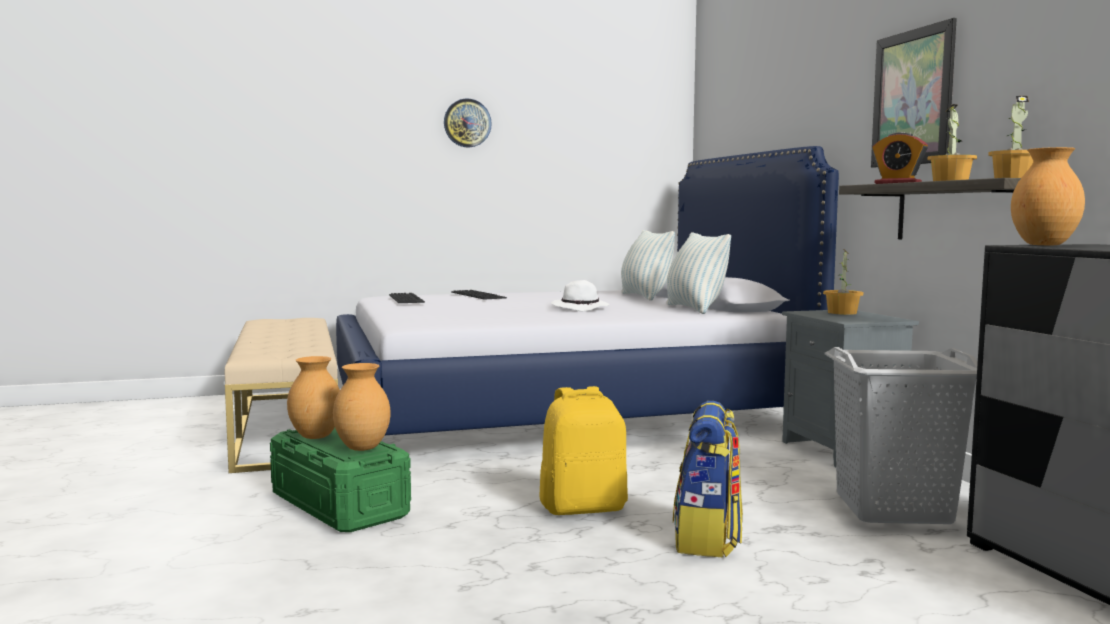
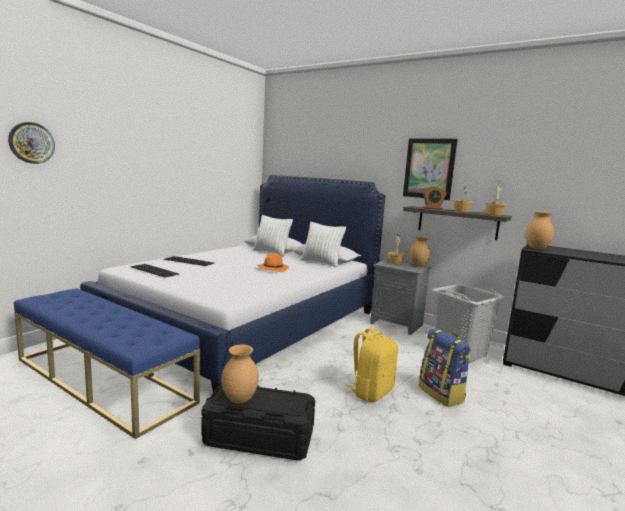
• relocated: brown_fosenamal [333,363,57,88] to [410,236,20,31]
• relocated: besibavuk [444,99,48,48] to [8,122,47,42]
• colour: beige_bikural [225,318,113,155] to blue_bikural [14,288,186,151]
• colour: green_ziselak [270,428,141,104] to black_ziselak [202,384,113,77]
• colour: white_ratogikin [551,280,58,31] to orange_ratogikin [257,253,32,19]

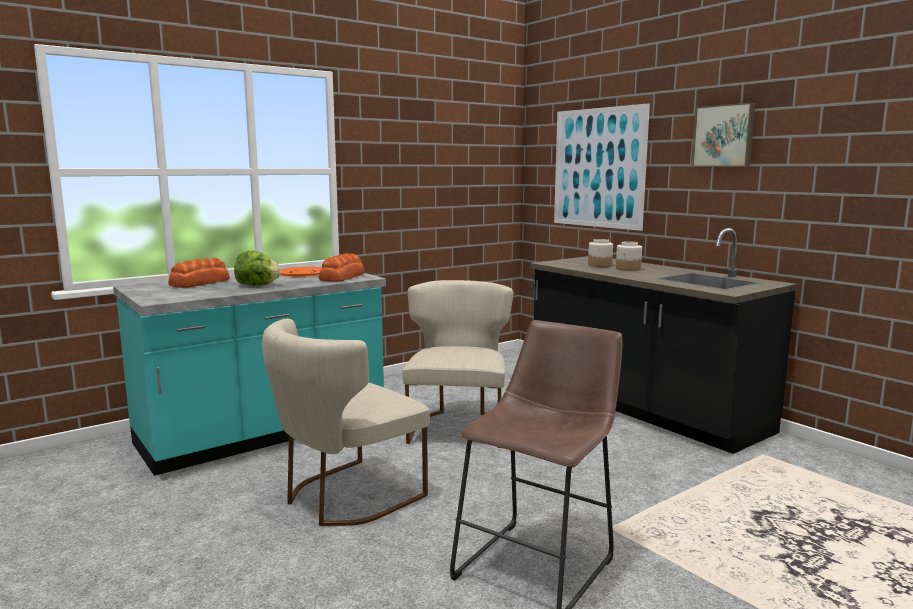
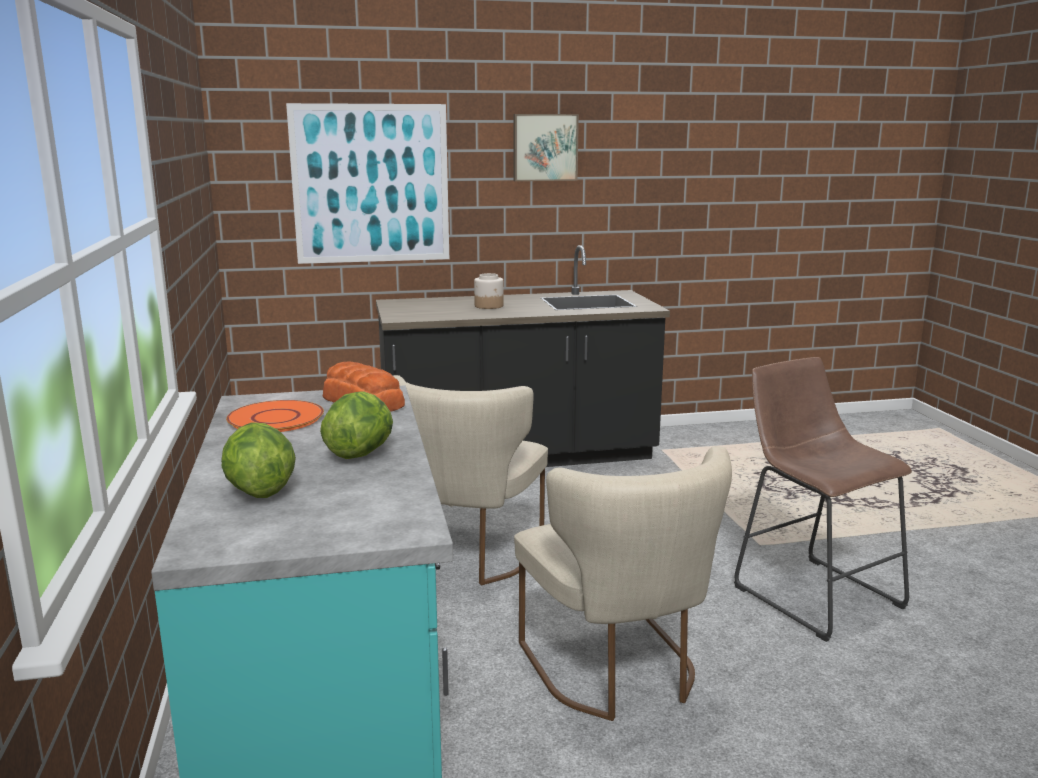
• missing: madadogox [588,239,25,28]
• exchanged: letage [168,258,62,30] to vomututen [221,422,75,76]
• spun: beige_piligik [402,280,111,168] = [393,375,155,210] 105 degrees counterclockwise

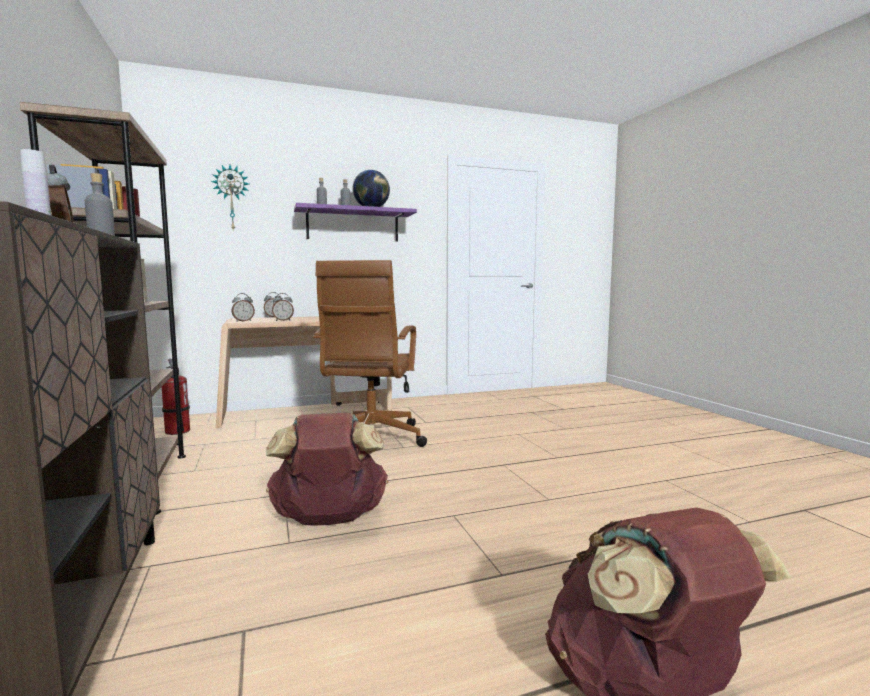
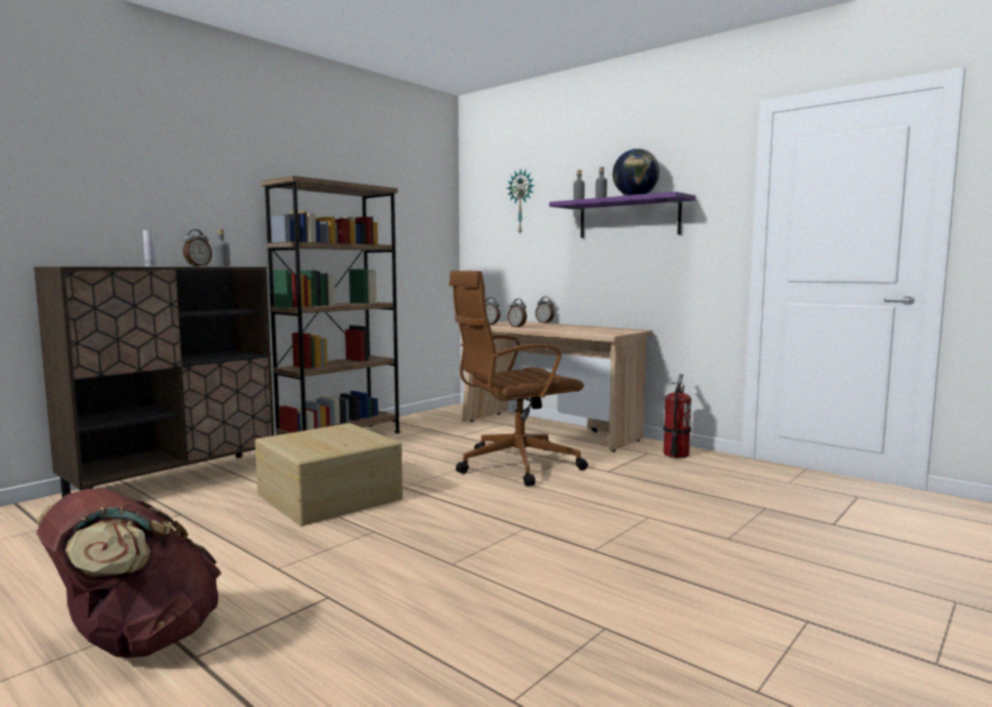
• relocated: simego [162,359,28,76] to [663,374,28,84]
• exchanged: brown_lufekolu [266,413,122,113] to beige_ziselak [255,423,148,103]

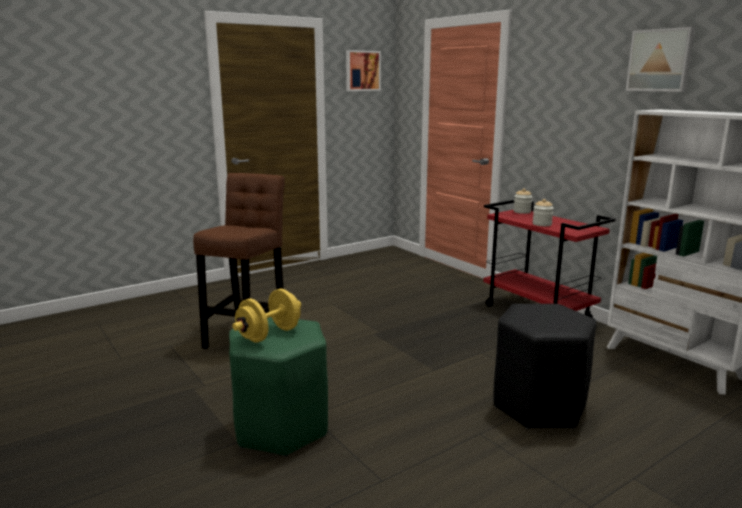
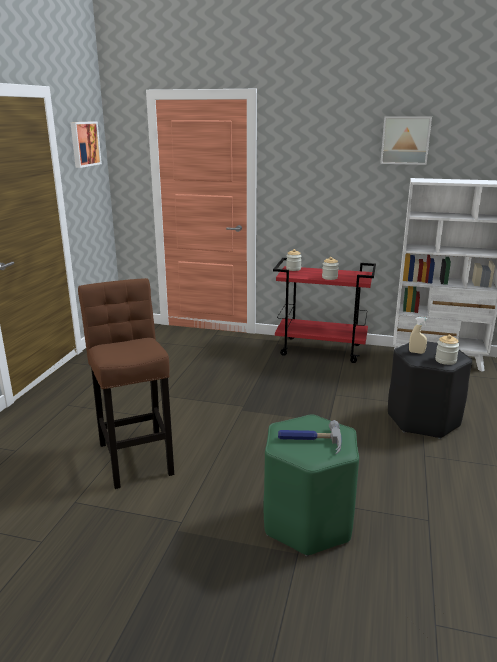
• appeared: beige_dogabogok [409,317,19,37]
• appeared: madadogox [435,335,24,30]
• exchanged: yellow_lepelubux [232,289,69,54] to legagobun [278,420,64,34]

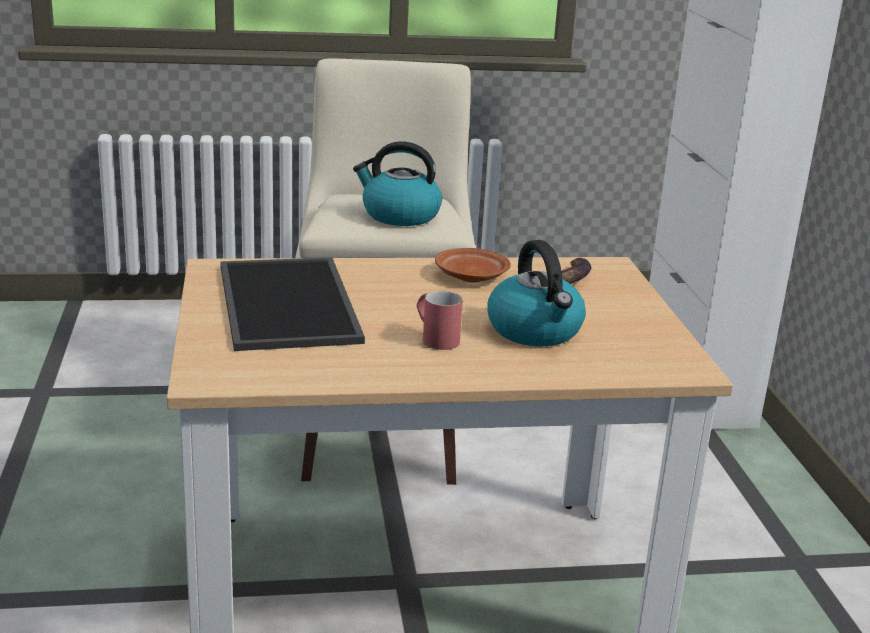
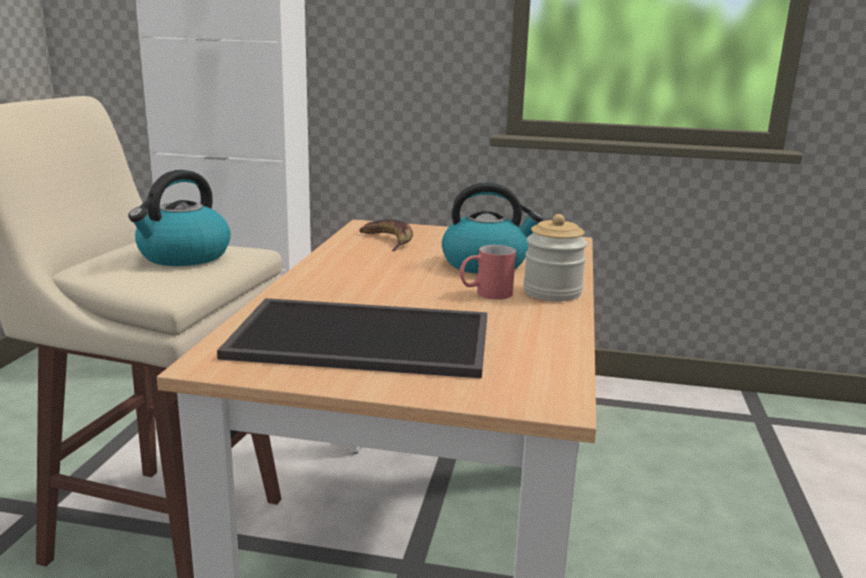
• missing: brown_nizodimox [435,248,76,34]
• appeared: madadogox [523,214,64,87]

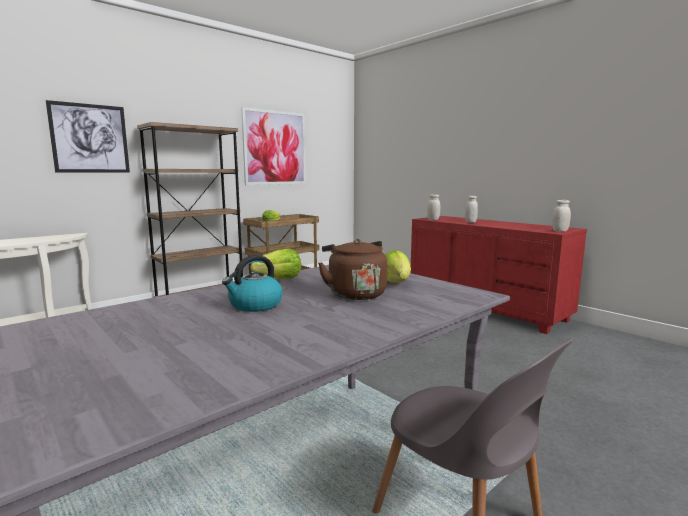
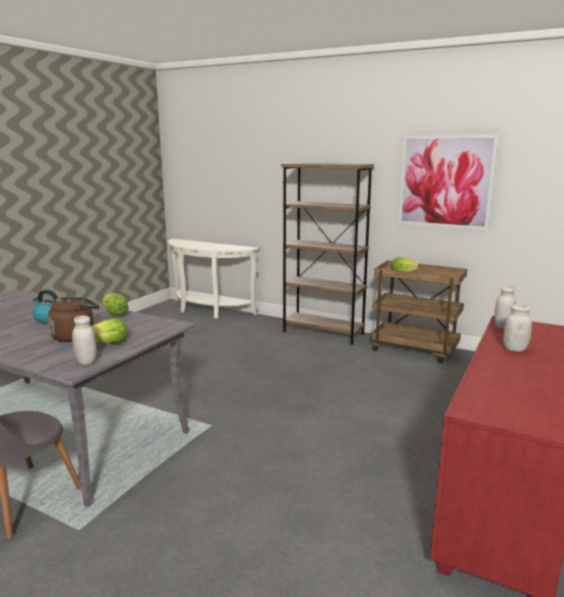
• missing: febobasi [46,100,84,72]
• relocated: white_madadogox [552,200,19,32] to [72,315,25,50]

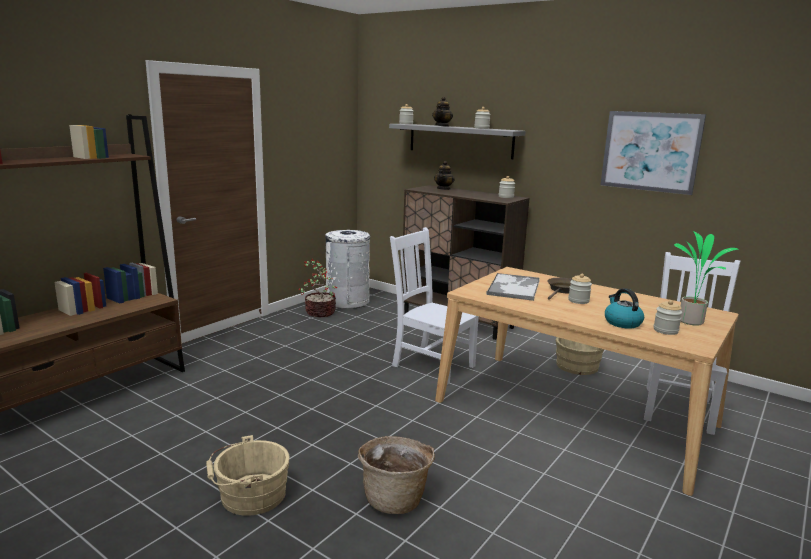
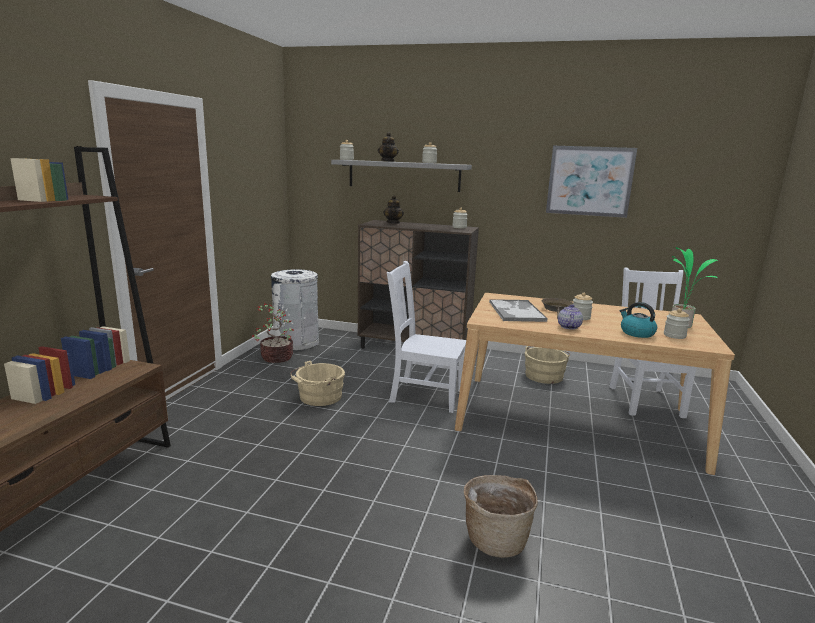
• appeared: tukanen [558,304,25,26]
• relocated: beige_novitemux [206,435,84,81] to [290,361,55,45]

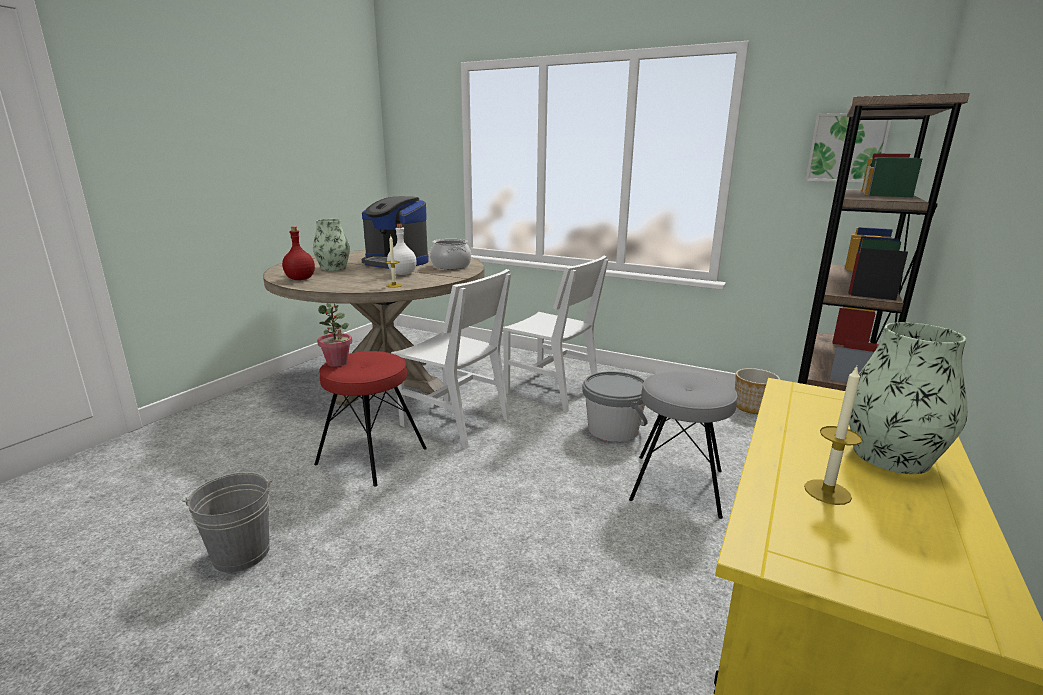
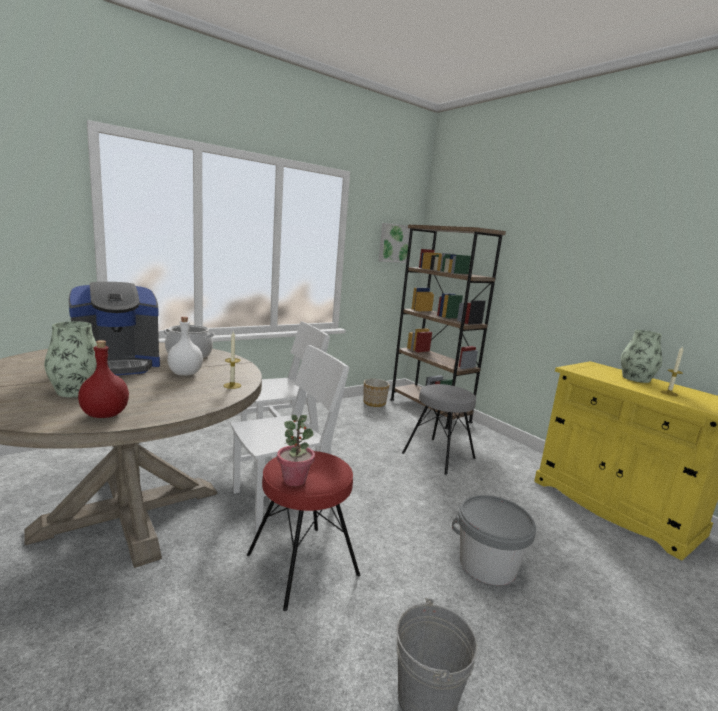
• relocated: grey_novitemux [582,371,66,71] to [452,495,84,90]

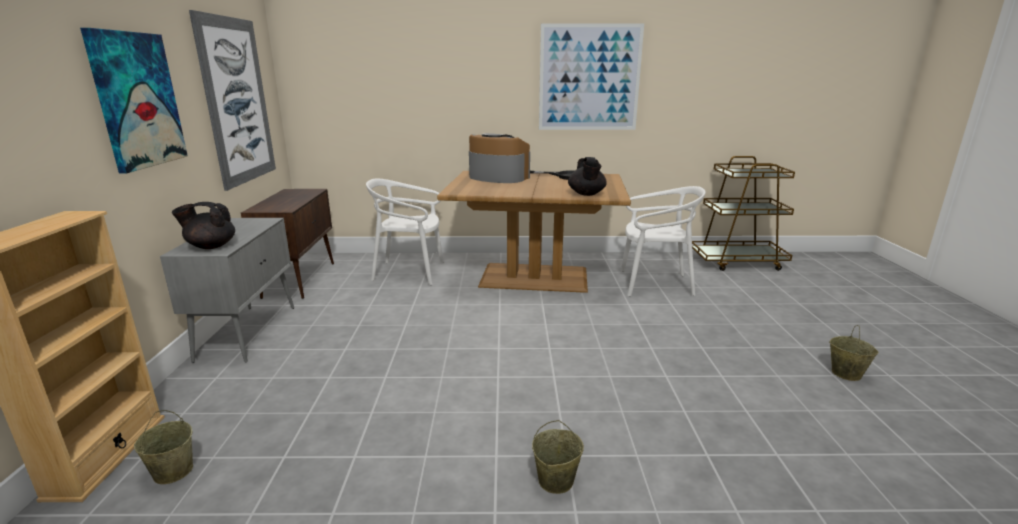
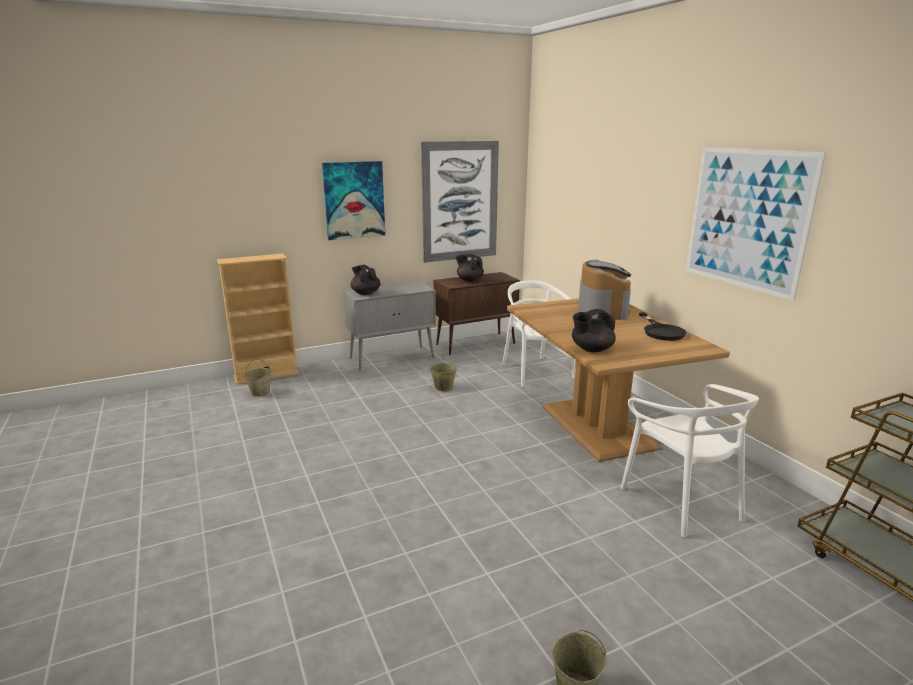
• appeared: black_tukanen [456,254,28,28]
• relocated: beige_novitemux [532,420,52,74] to [430,355,27,36]

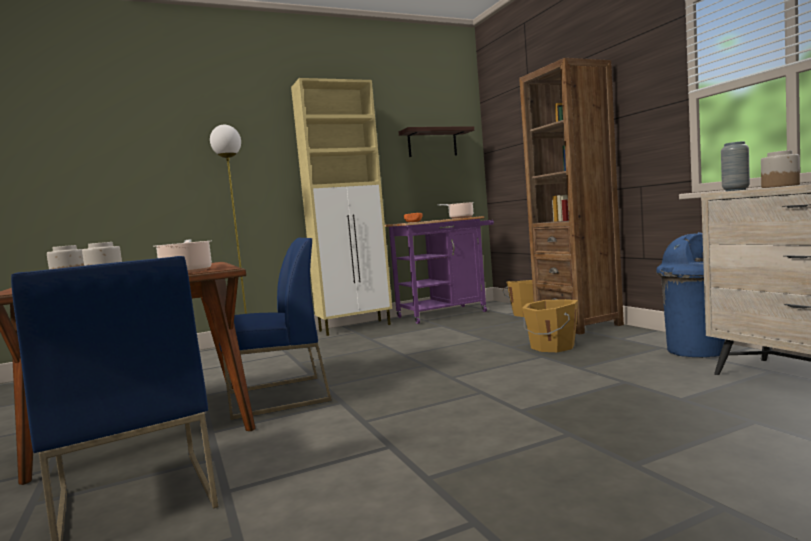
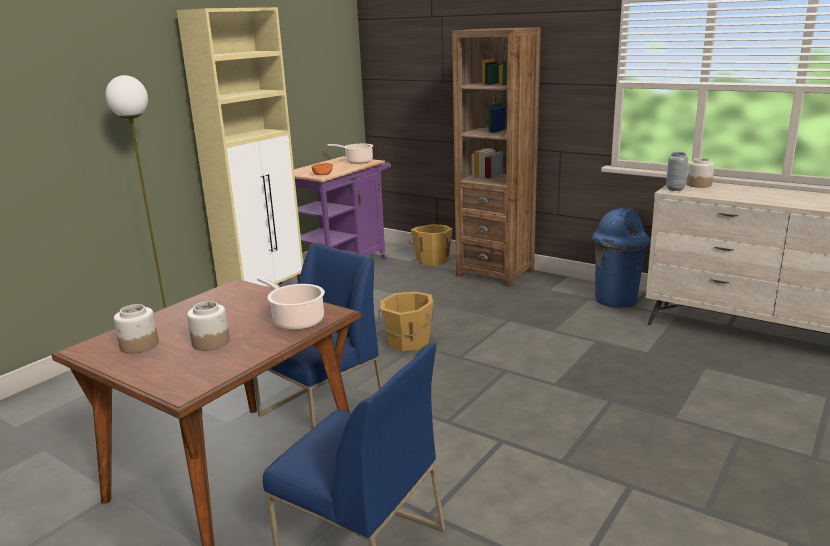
• missing: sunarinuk [399,126,75,31]
• relocated: orange_novitemux [522,299,56,53] to [378,292,55,59]

